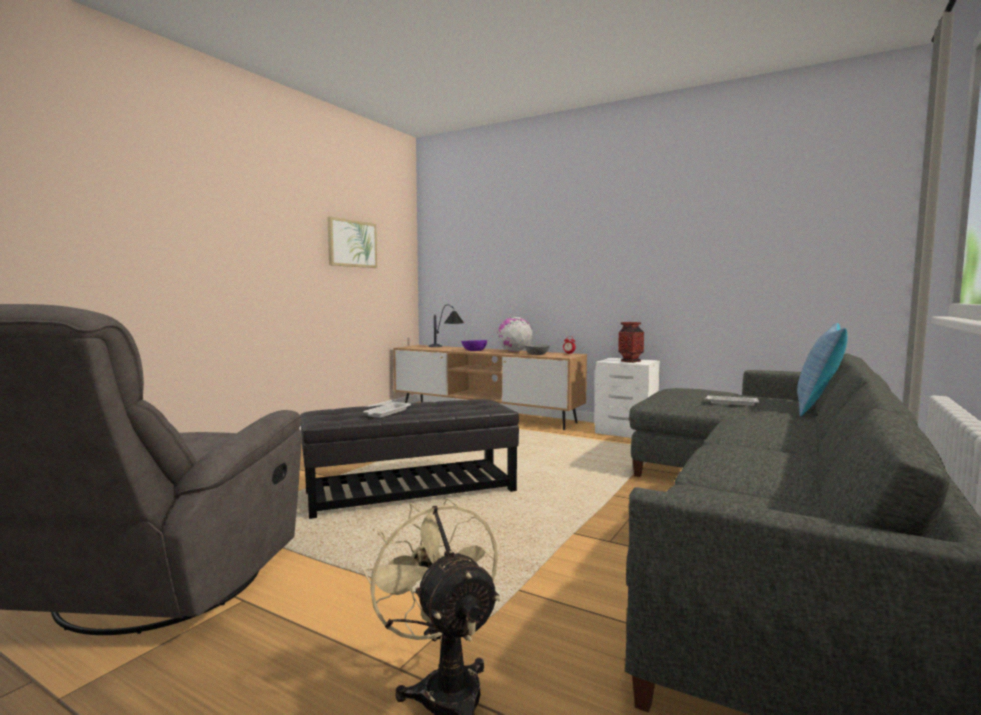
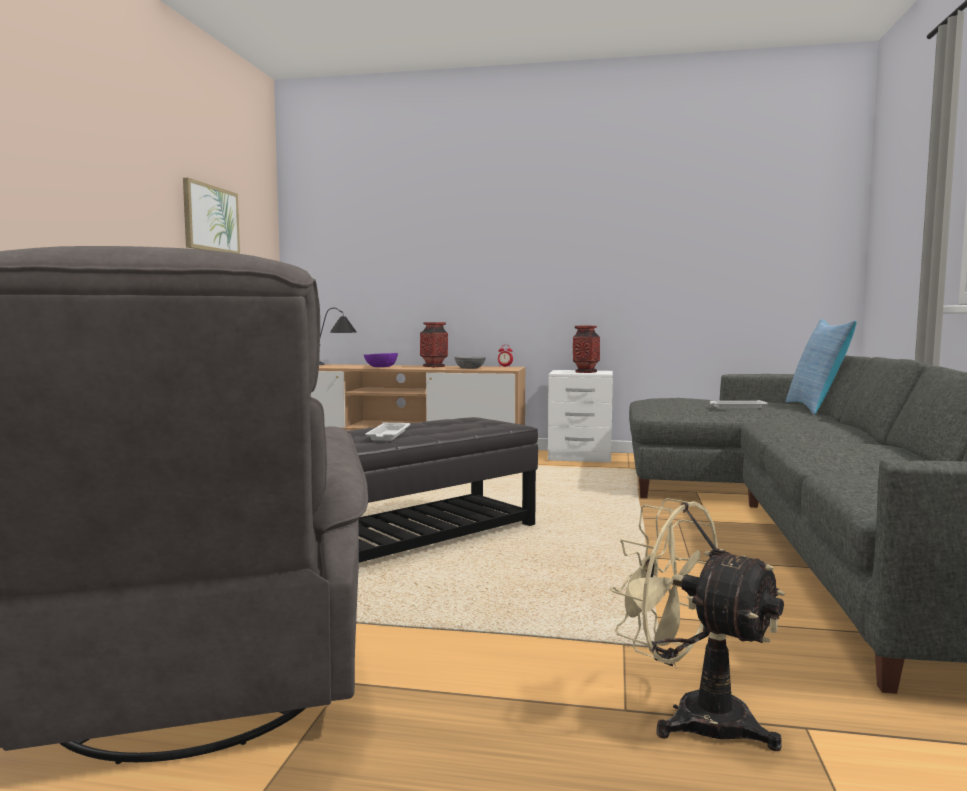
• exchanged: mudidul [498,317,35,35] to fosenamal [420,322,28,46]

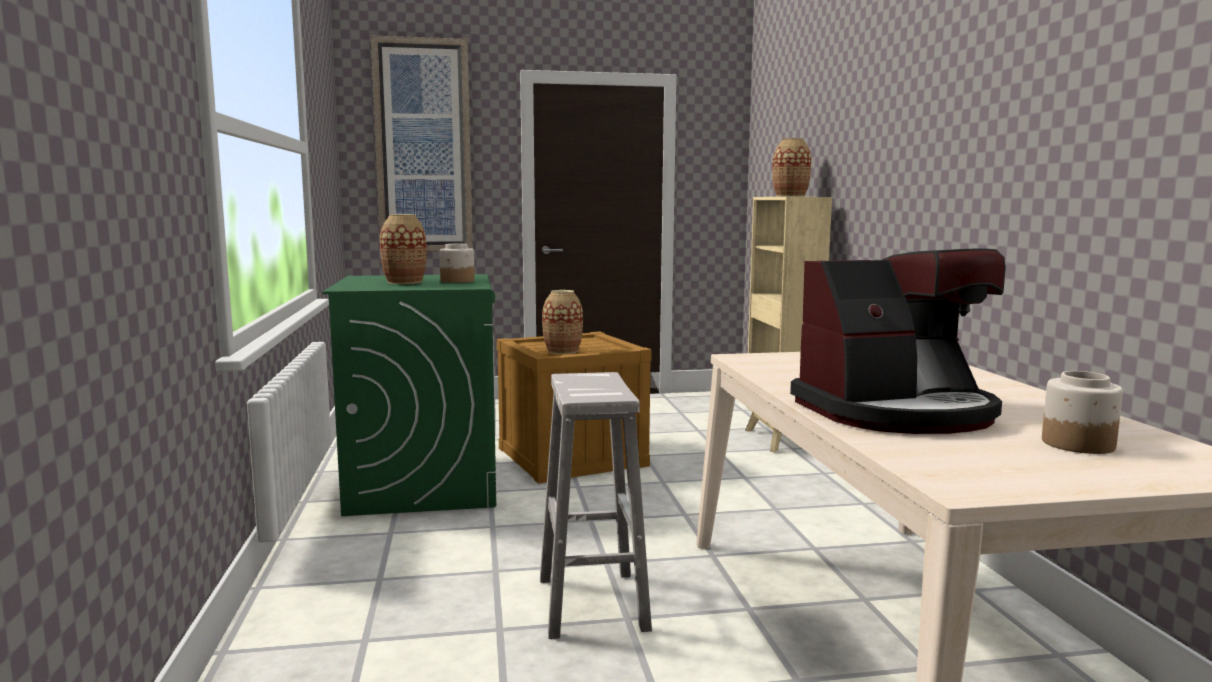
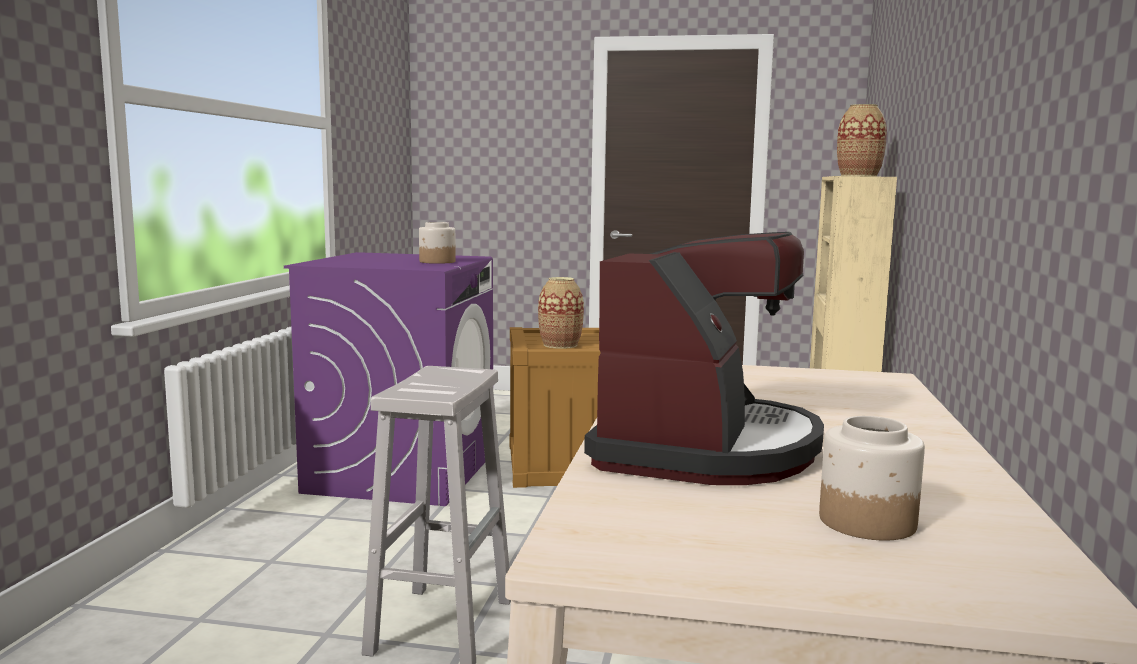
• missing: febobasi [371,35,102,216]
• missing: fosenamal [380,214,47,70]
• colour: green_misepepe [323,274,173,242] to purple_misepepe [284,252,209,254]
• spun: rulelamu [790,249,216,185] = [584,232,240,253] 75 degrees counterclockwise

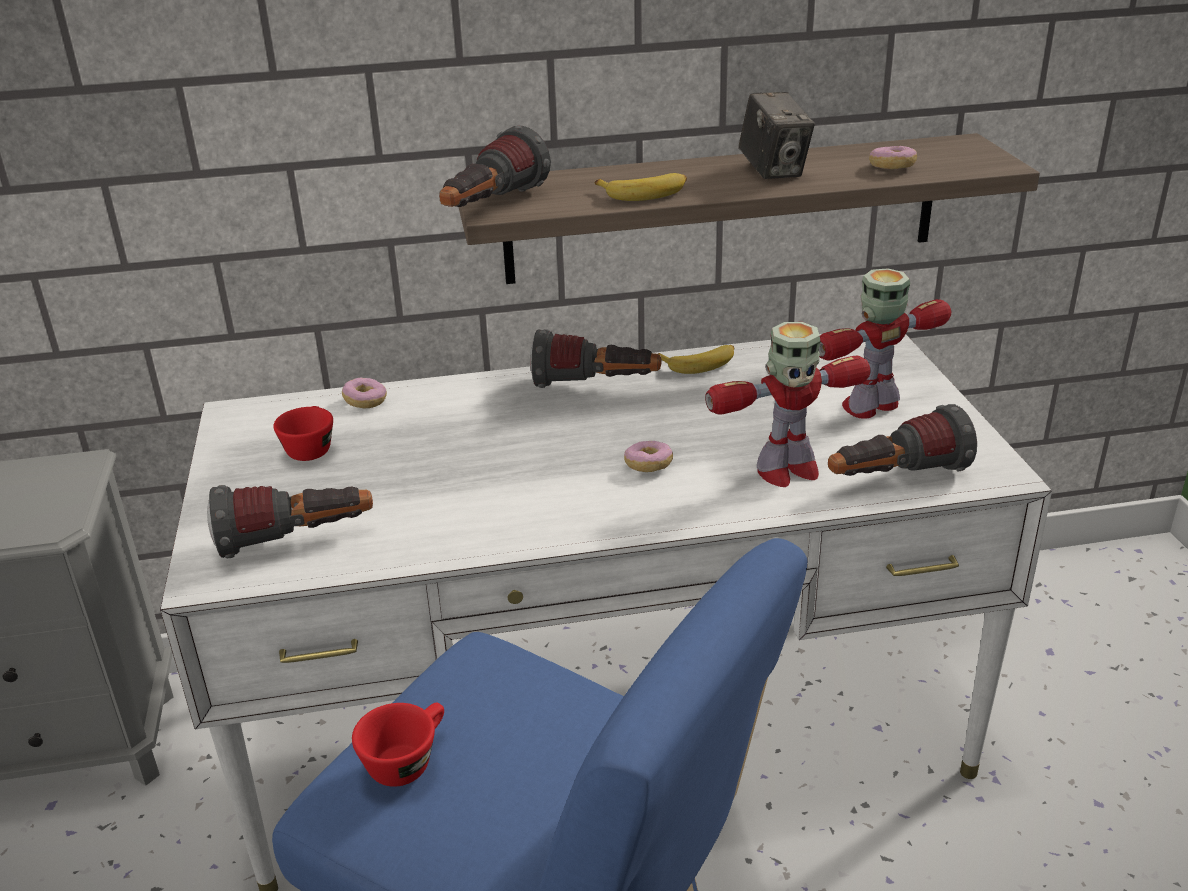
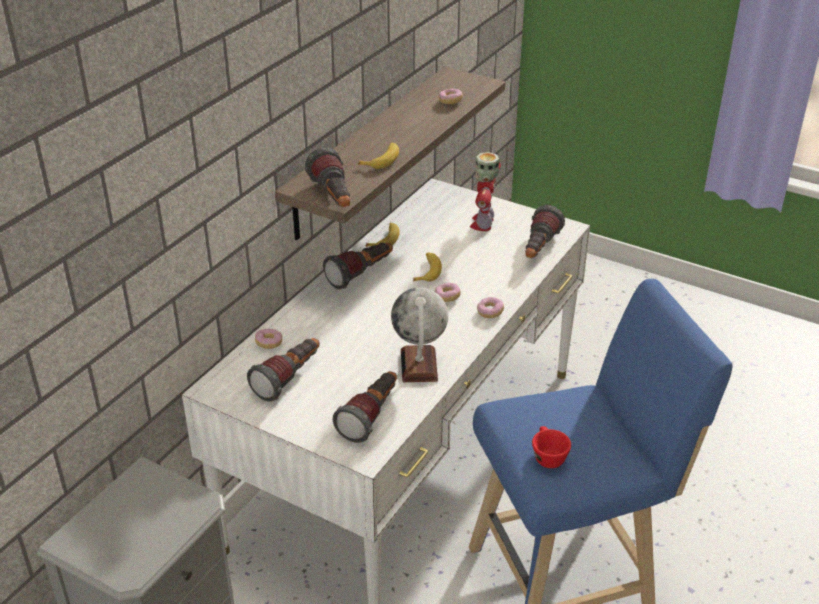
• missing: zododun [705,322,165,165]
• missing: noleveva [738,92,77,87]
• appeared: mudidul [391,287,57,95]
• appeared: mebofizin [413,252,29,30]
• appeared: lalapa [477,297,27,21]
• exchanged: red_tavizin [273,406,60,55] to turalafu [247,338,73,64]

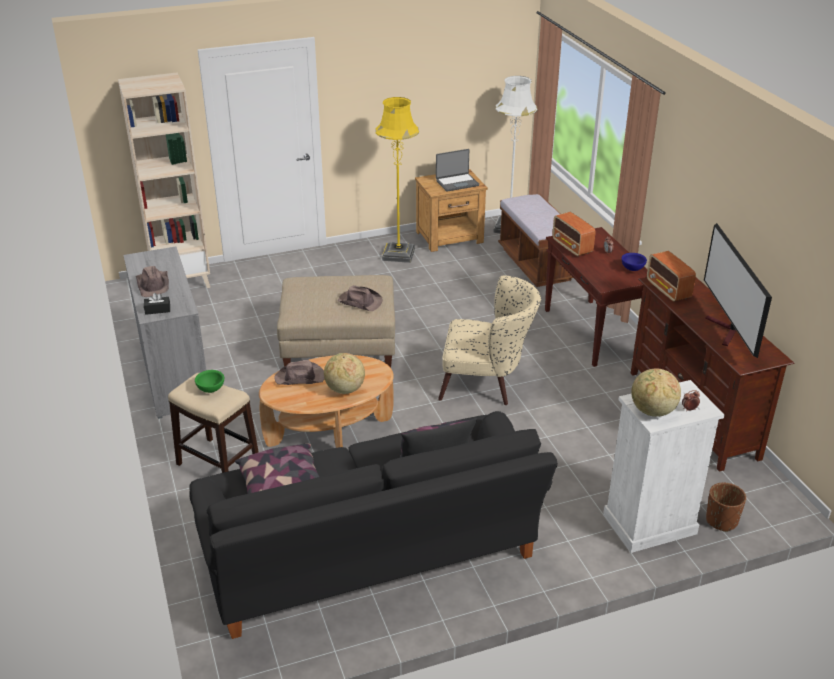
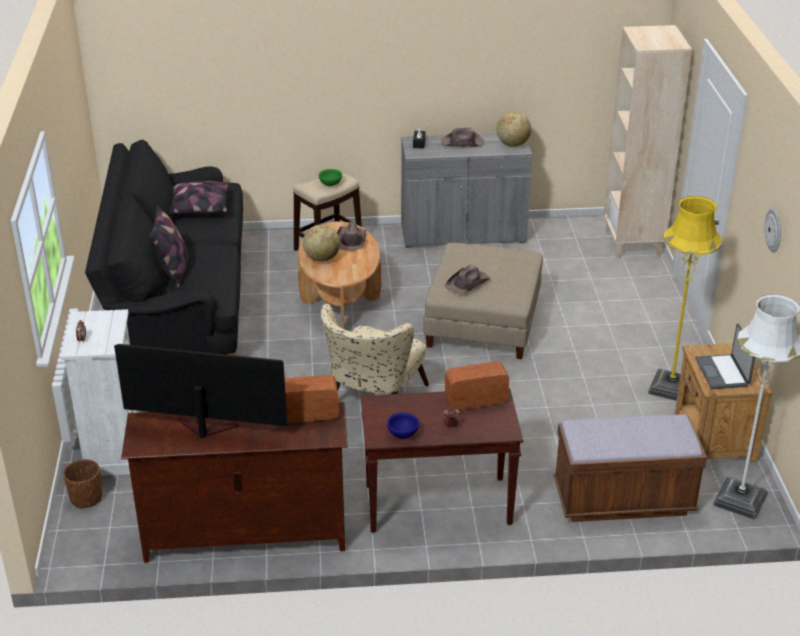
• appeared: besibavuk [765,208,16,45]
• relocated: mudidul [631,368,50,49] to [497,111,34,36]

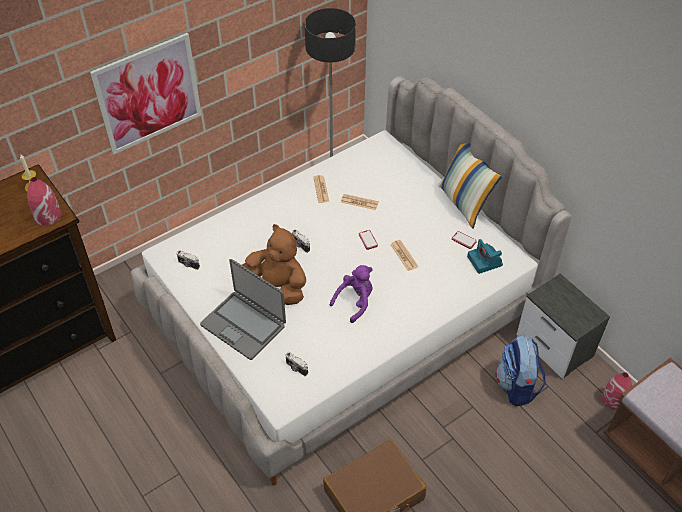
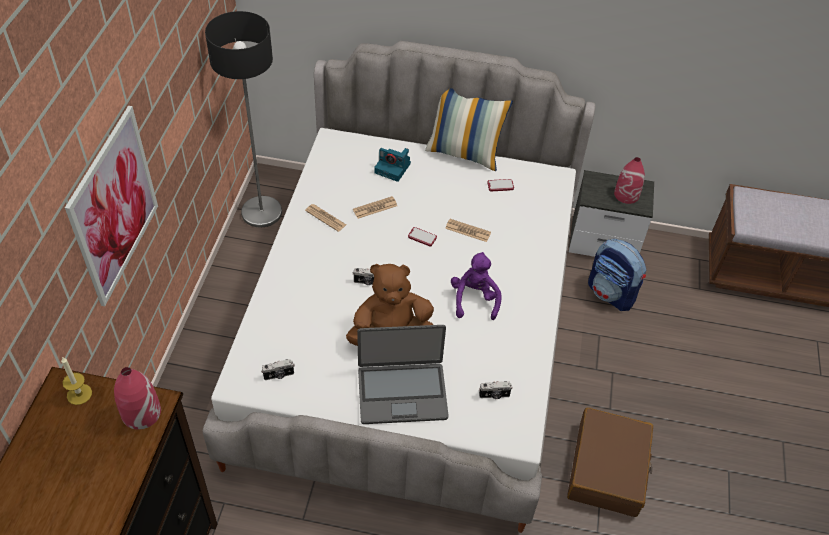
• relocated: noleveva [467,239,36,35] to [374,148,37,34]
• relocated: red_fosenamal [602,372,30,38] to [614,157,31,47]

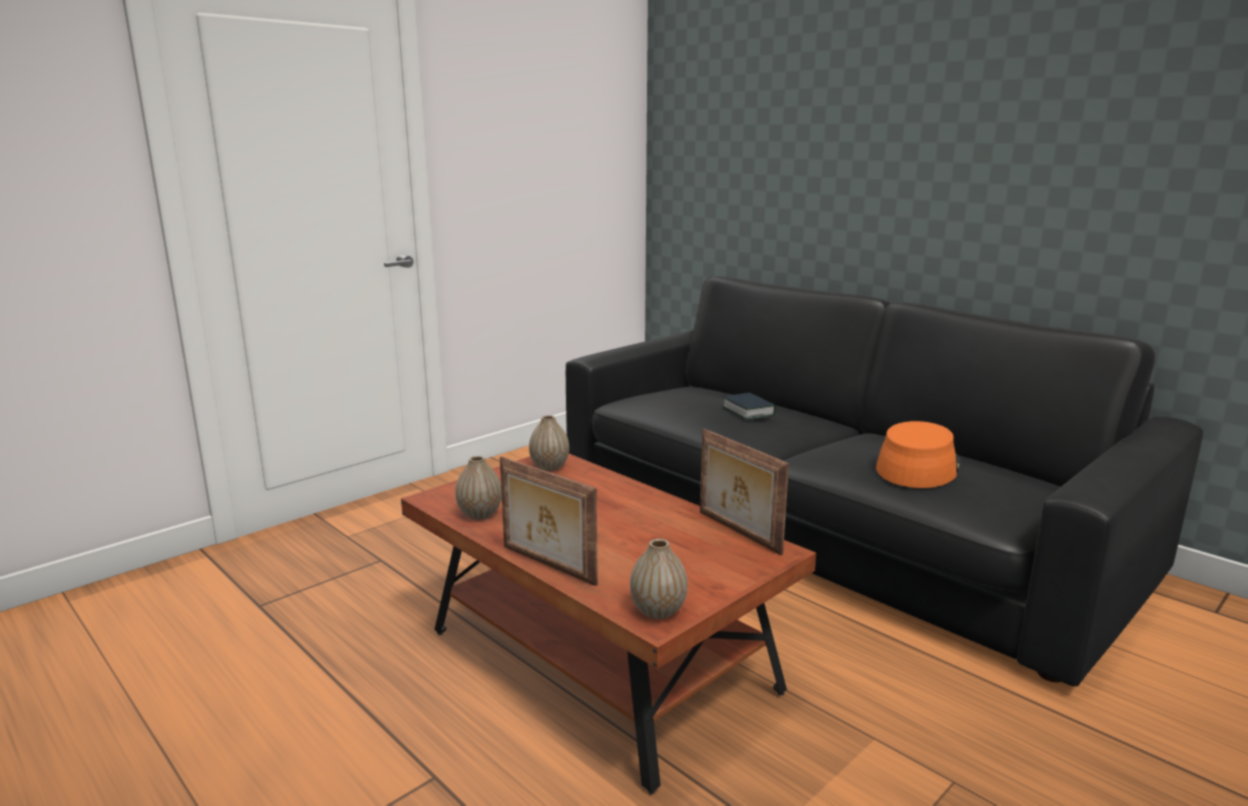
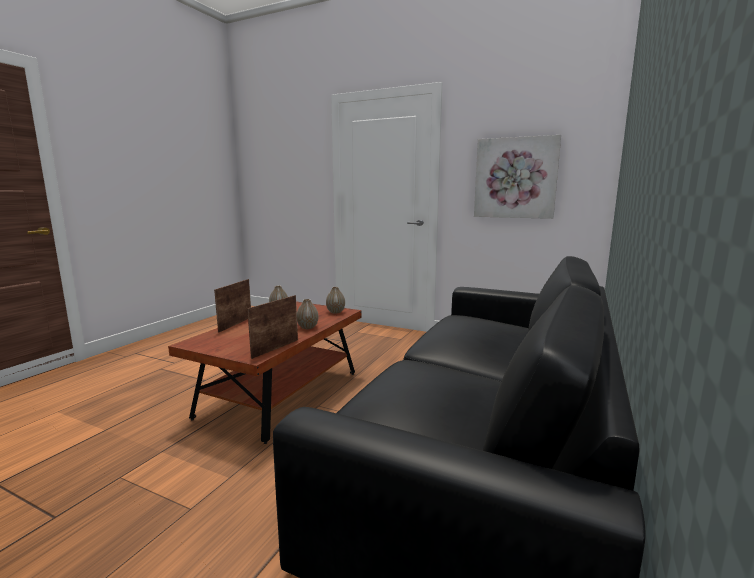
• missing: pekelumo [722,393,54,27]
• missing: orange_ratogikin [876,421,85,67]
• appeared: febobasi [474,135,87,84]
• relocated: fosenamal [630,539,58,80] to [297,299,21,30]

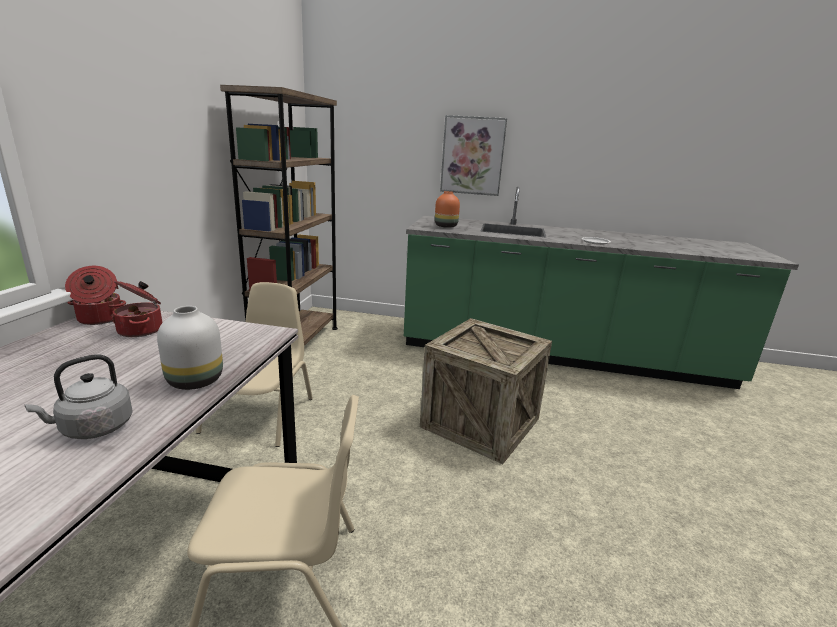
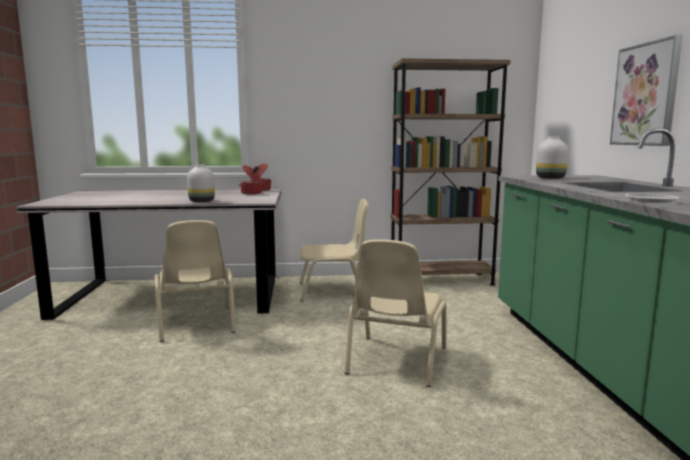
• missing: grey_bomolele [25,355,108,84]
• exchanged: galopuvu [420,318,132,146] to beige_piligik [345,239,102,148]
• colour: orange_fosenamal [435,191,25,37] to white_fosenamal [536,137,33,42]

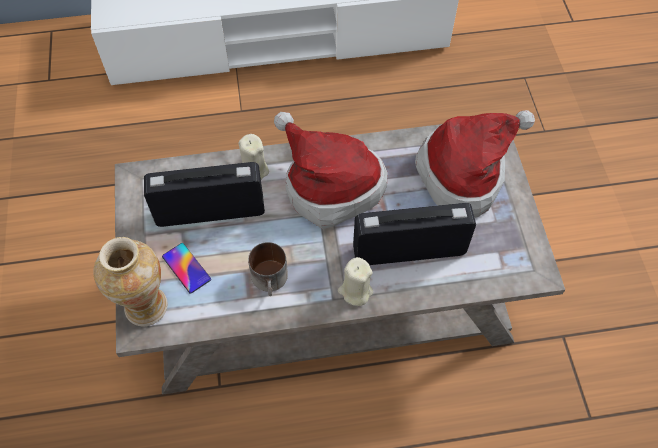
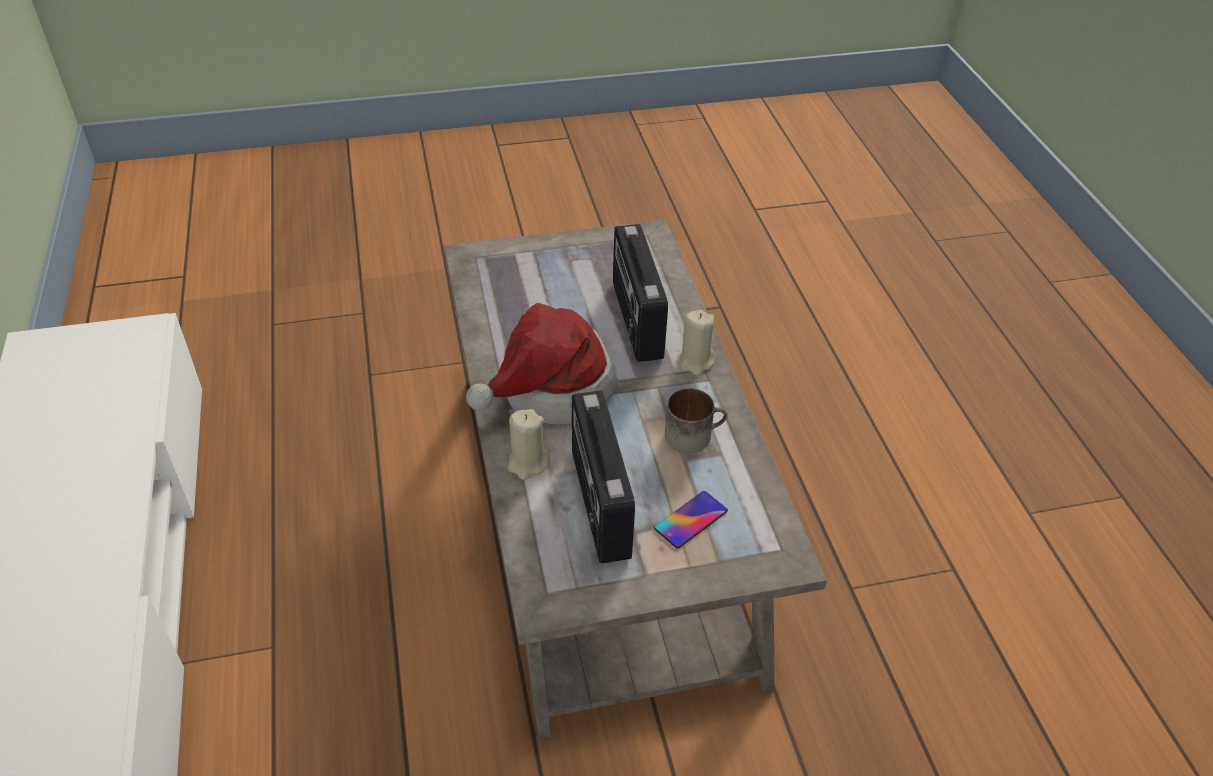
• missing: fosenamal [94,237,74,90]
• missing: ratogikin [415,110,120,108]

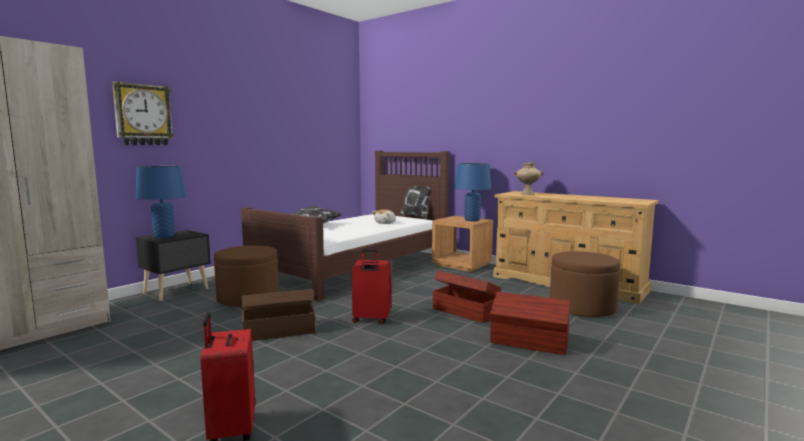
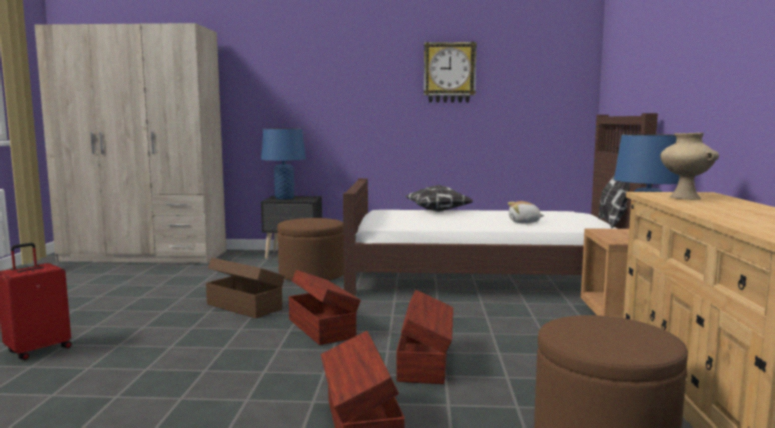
• relocated: besibavuk [112,81,62,64] to [424,42,53,61]
• exchanged: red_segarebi [352,249,39,75] to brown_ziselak [289,270,72,75]

